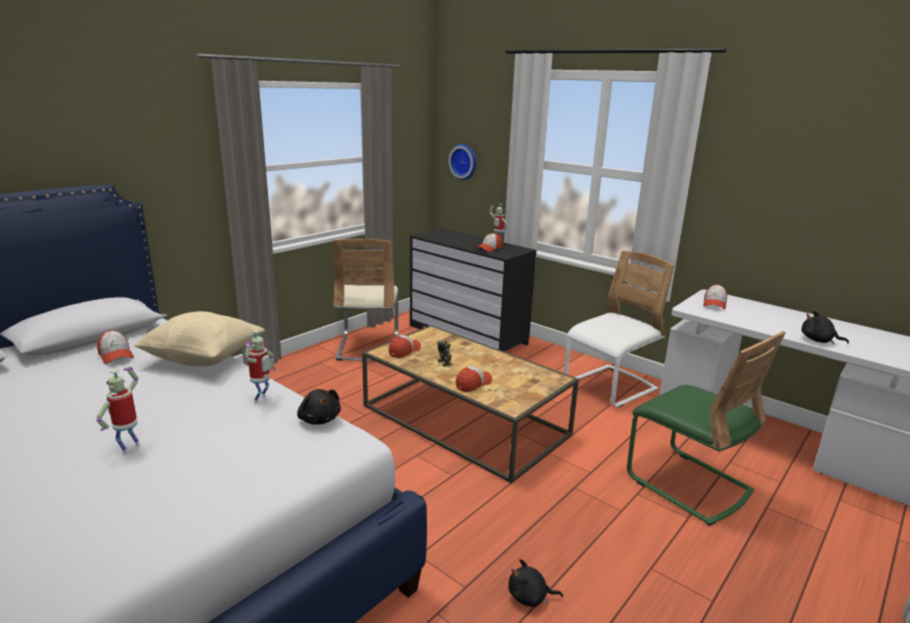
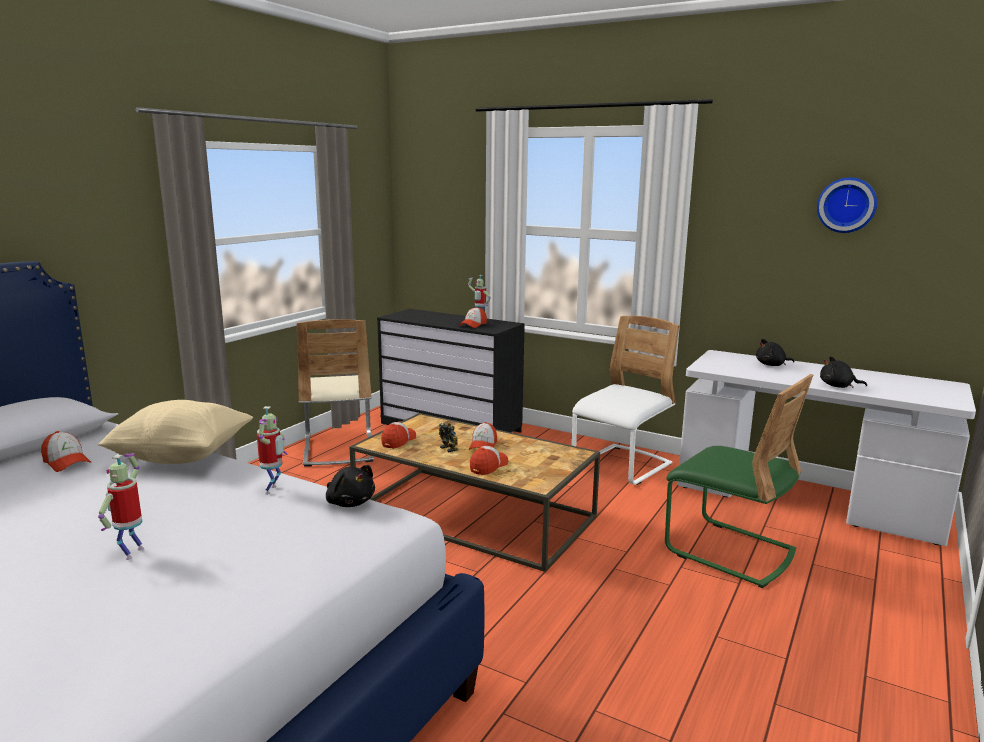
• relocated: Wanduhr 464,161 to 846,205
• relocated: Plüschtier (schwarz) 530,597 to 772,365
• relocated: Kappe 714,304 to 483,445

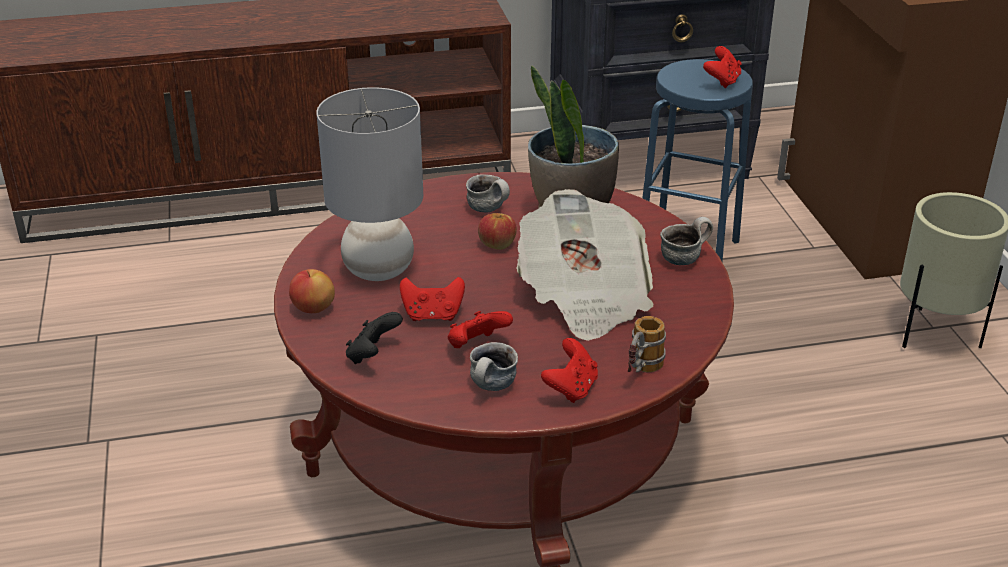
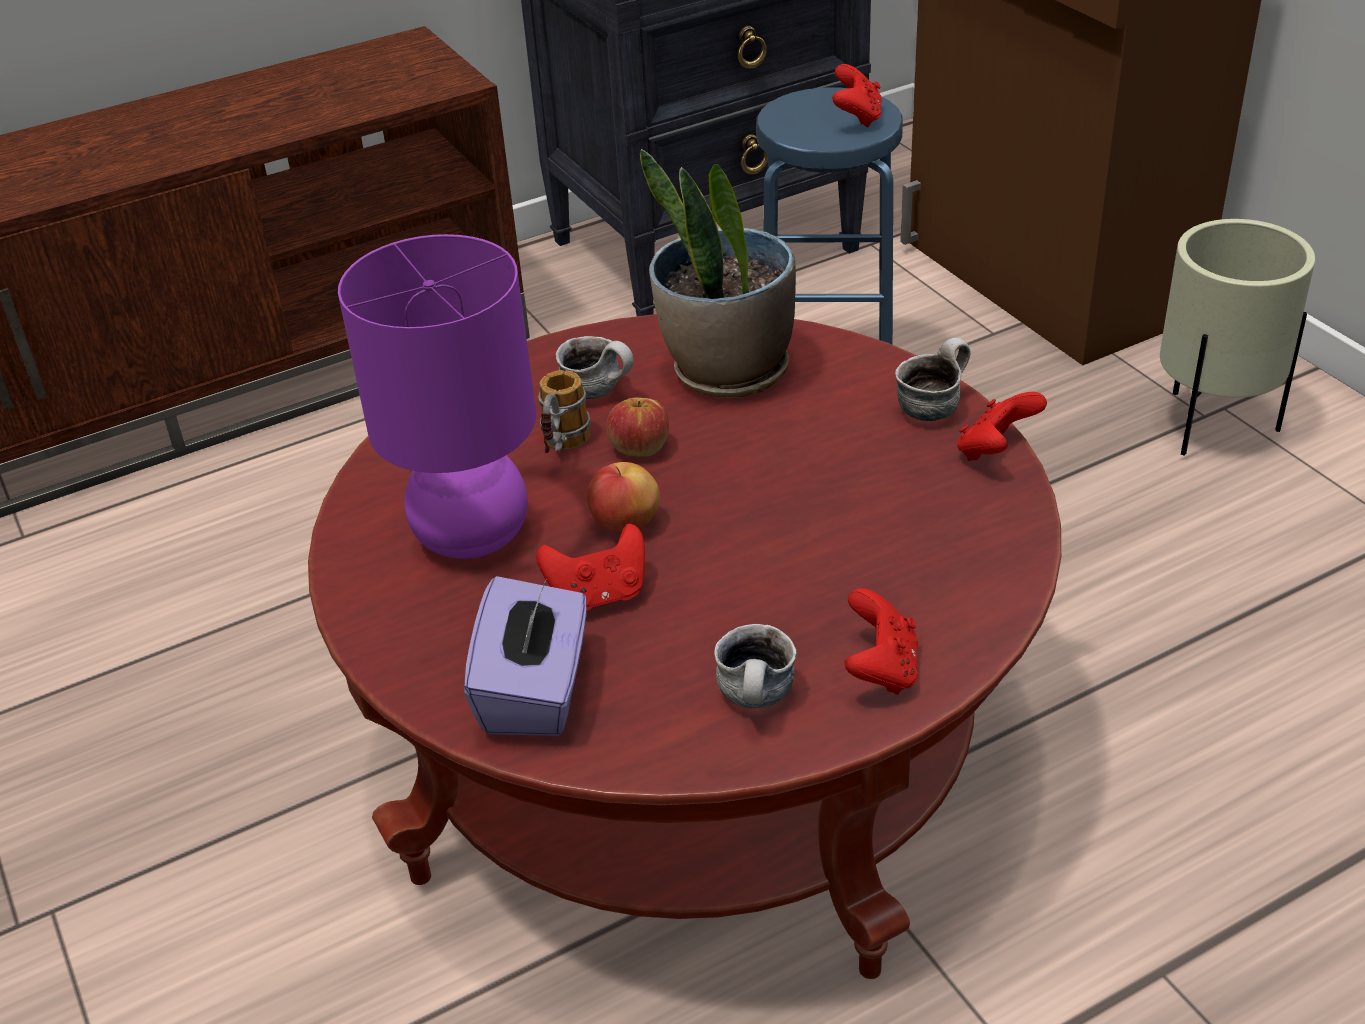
• relocated: Apfel 313,308 to 625,523
• colour: Tischlampe (grau) 379,269 to Tischlampe (lila) 472,534
• exchanged: Gamepad (schwarz) 372,355 to Taschentuchbox (lila) 535,691
• relocated: Gamepad (rot) 476,346 to 995,451
• missing: Zeitung 584,297
• relocated: Henkelbecher 641,371 to 562,449

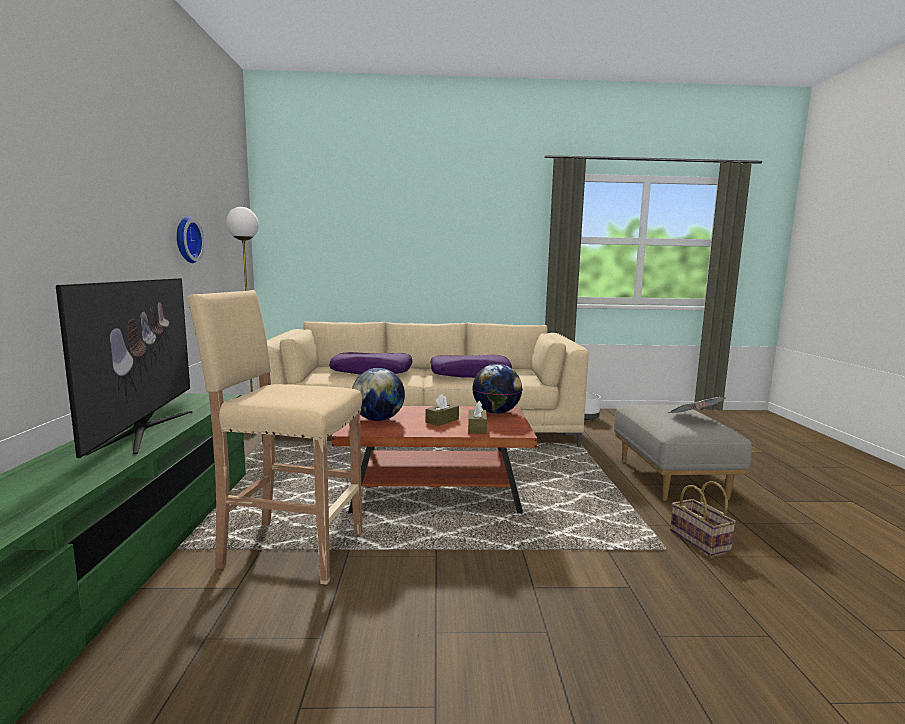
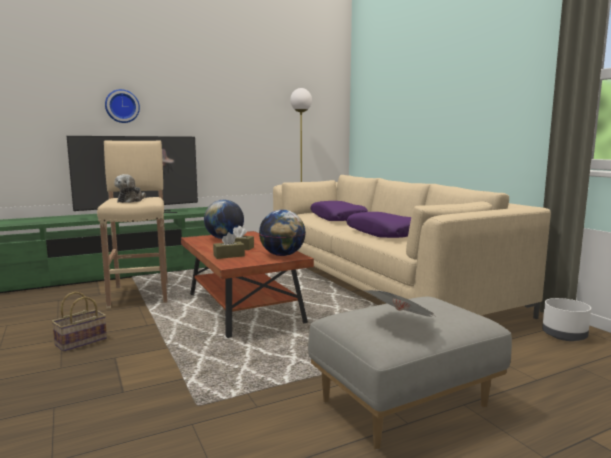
• relocated: Wanduhr 186,240 to 122,106
• relocated: Korb 701,540 to 80,342
• appeared: Plüschtier 131,201

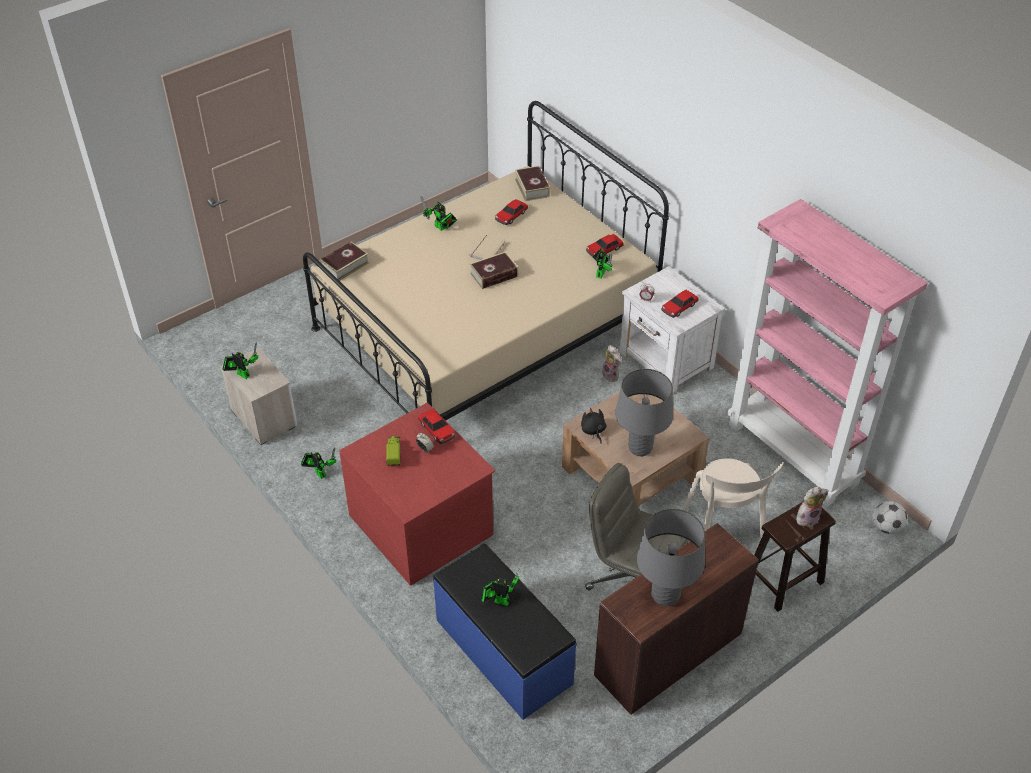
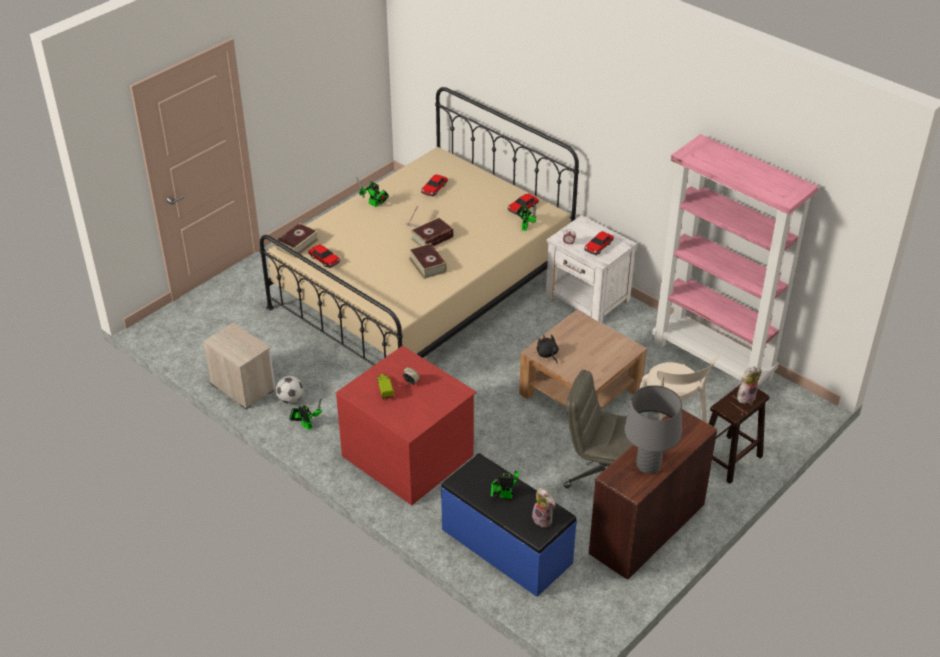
• missing: Spielzeugroboter 242,374
• relocated: Spielzeugauto 437,430 to 324,259
• relocated: Buch 532,188 to 427,265
• relocated: Plüschtier 612,375 to 544,519
• missing: Tischlampe (grau) 640,448
• relocated: Fußball 886,527 to 290,399

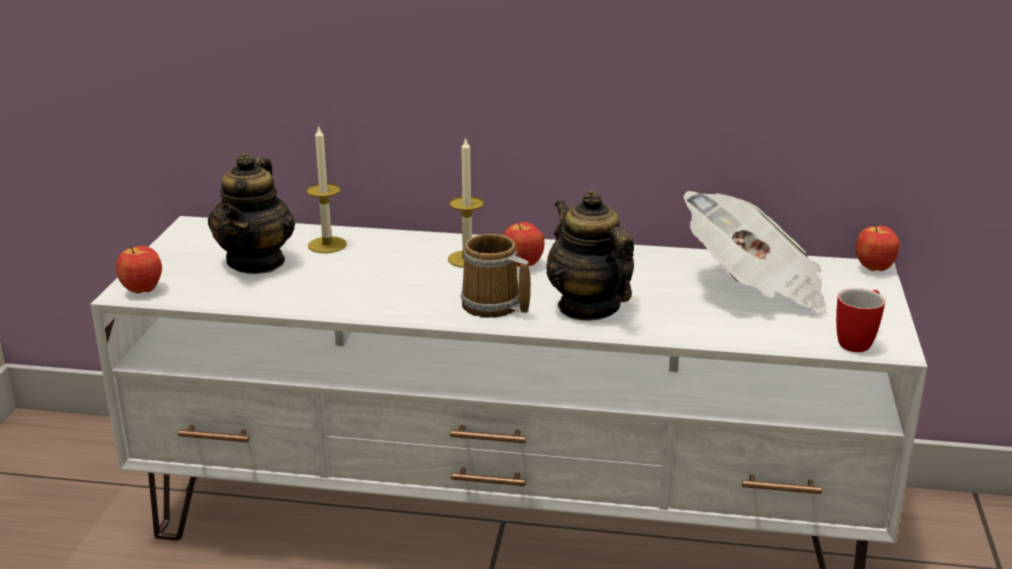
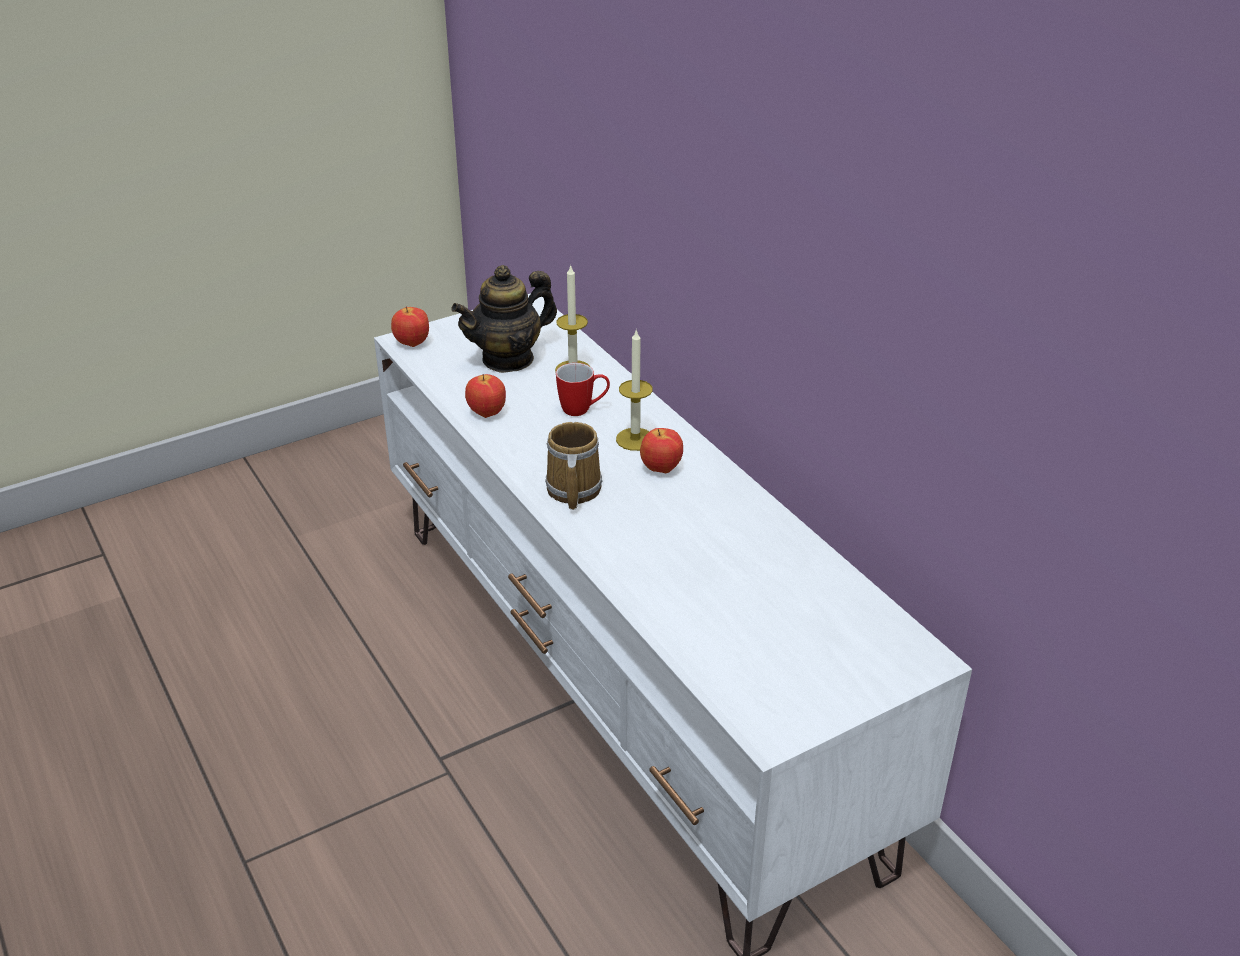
• missing: Teekanne 588,307
• missing: Zeitung 755,288
• relocated: Henkelbecher 858,342 to 583,409
• relocated: Apfel 874,269 to 486,413

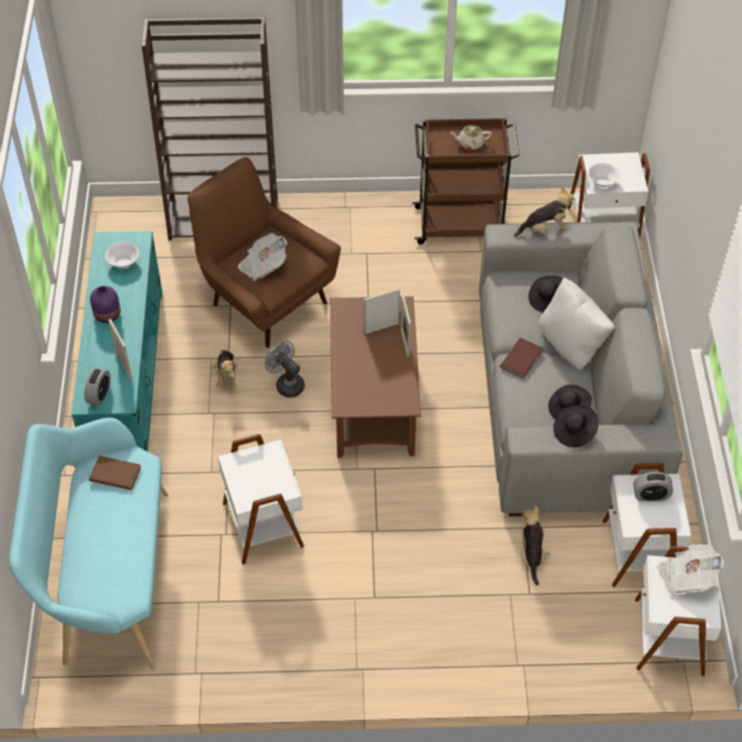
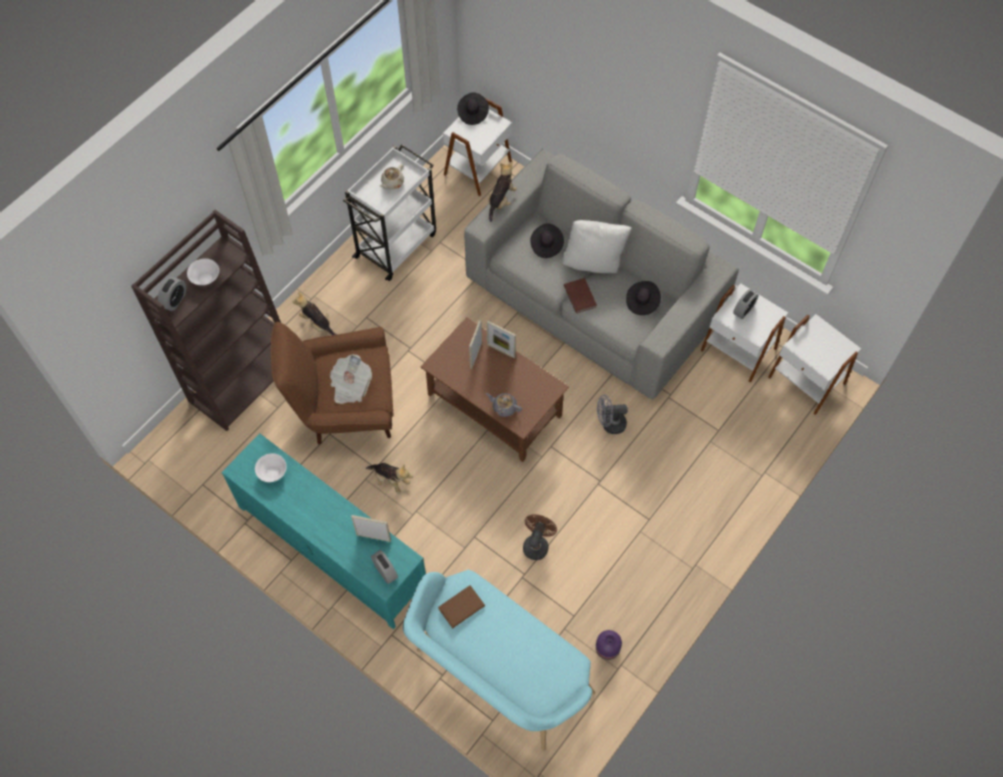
• relocated: Vase (lila) 107,315 to 608,649
• exchanged: Beistelltisch (weiß) 264,524 to Ventilator (braun) 537,544
• relocated: Ventilator (grau) 286,384 to 609,424
• colour: Rollwagen (braun) 460,224 to Rollwagen (weiß) 396,244
• relocated: Plüschtier 532,554 to 317,323
• relocated: Hut (schwarz) 574,432 to 472,114
• relocated: Schüssel (weiß) 602,182 to 205,278
• missing: Zeitung 686,576
• appeared: Wecker 175,300
• appeared: Teekanne (grau) 504,407

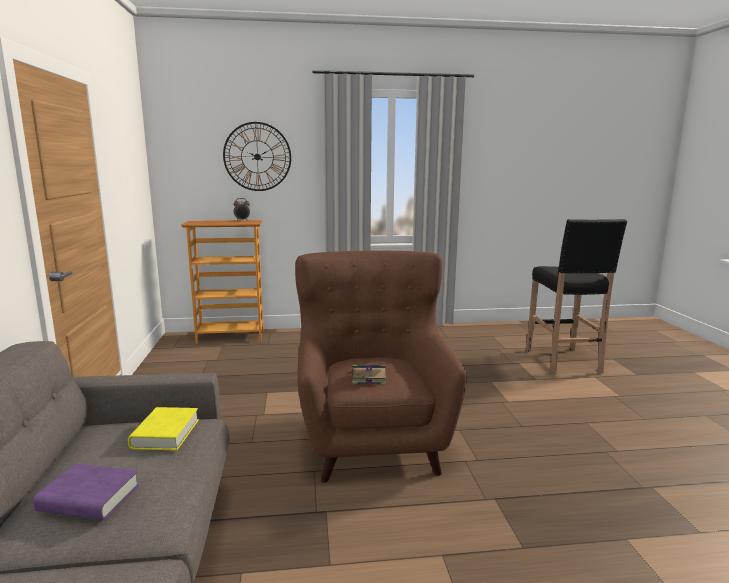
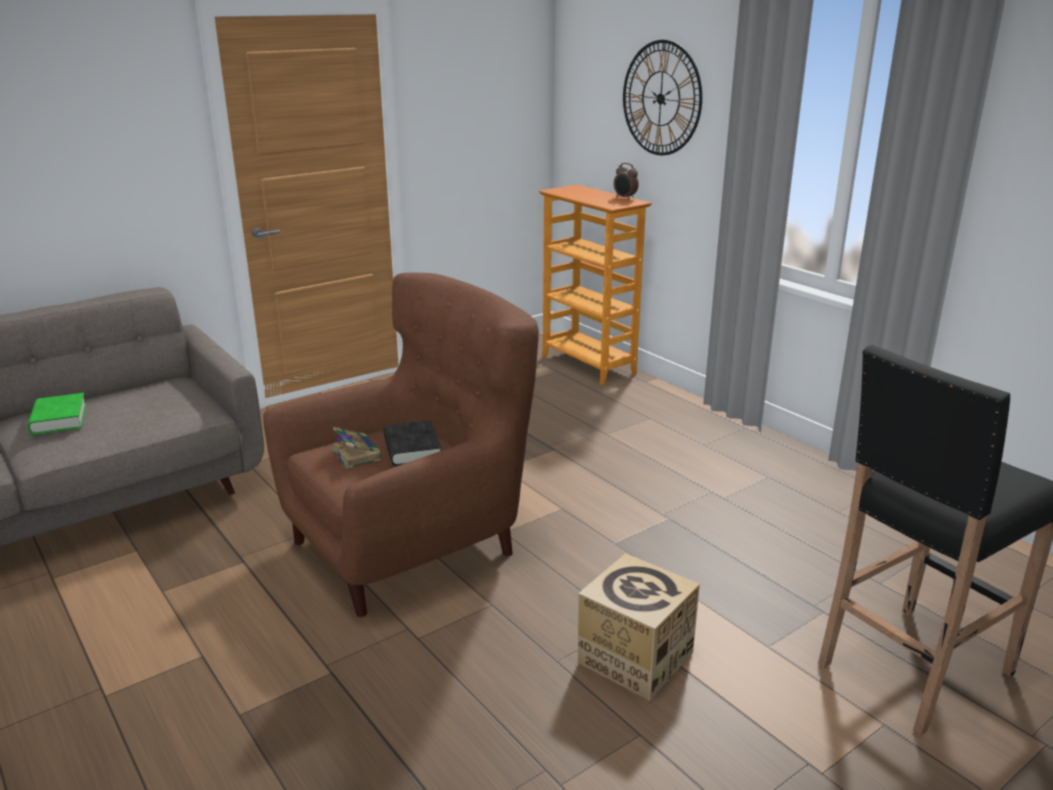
• colour: Buch (lila) 89,498 to Buch (grün) 59,419
• missing: Buch (gelb) 165,434
• appeared: Buch (schwarz) 412,449
• appeared: Karton 635,657

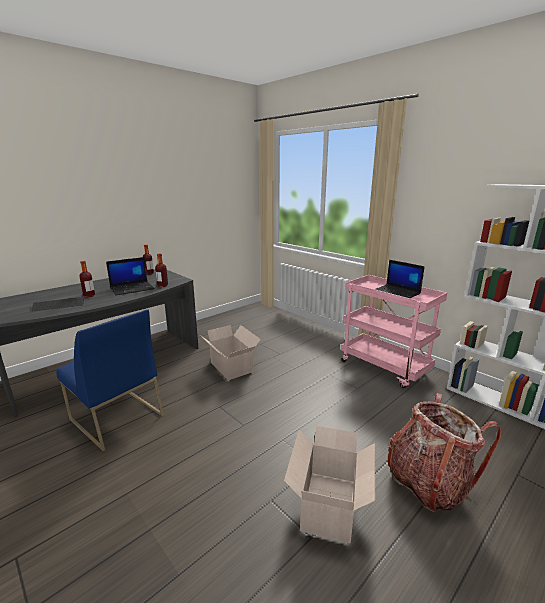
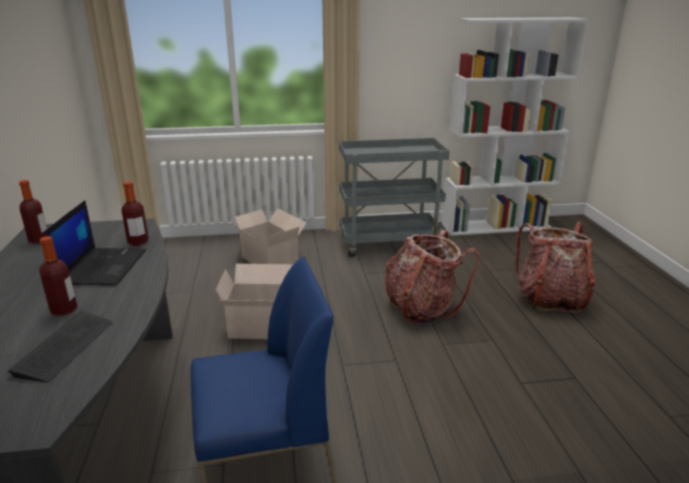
• relocated: Karton 329,503 to 269,260
• colour: Rollwagen (rosa) 385,367 to Rollwagen (grau) 389,243
• missing: Laptop 397,292
• appeared: Rucksack 422,308

